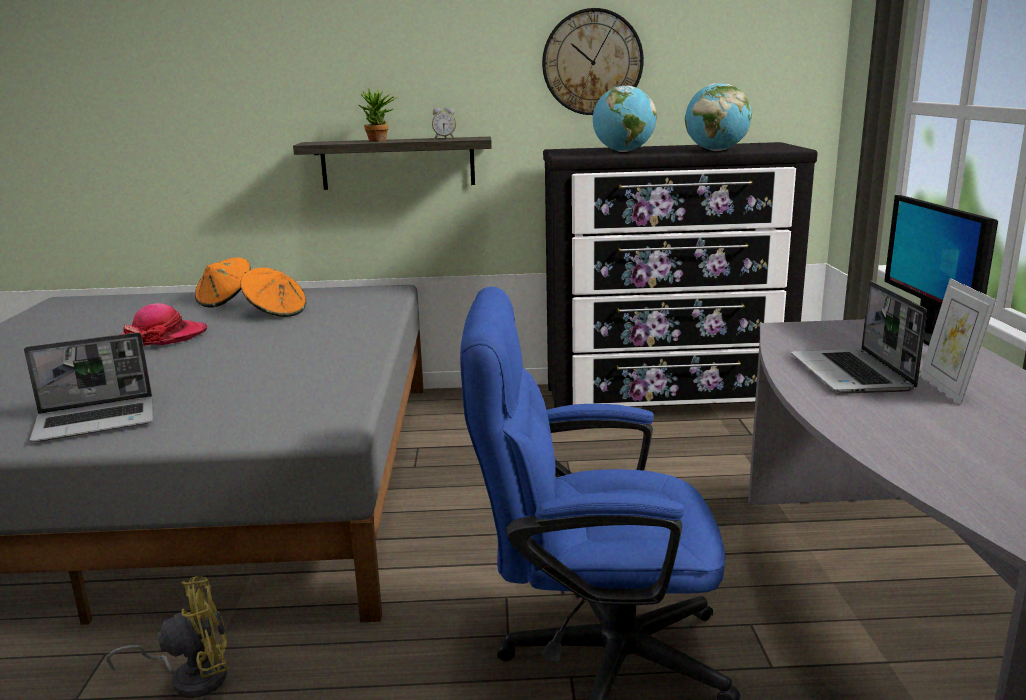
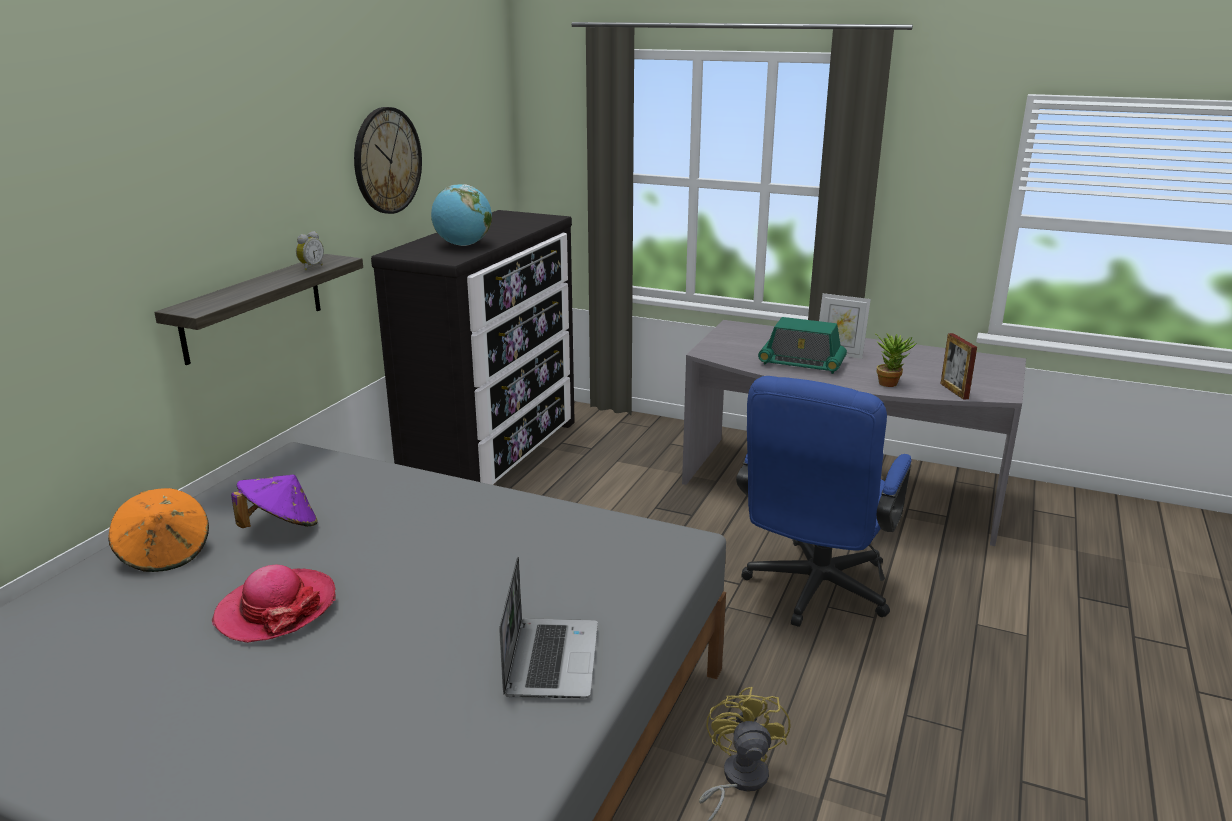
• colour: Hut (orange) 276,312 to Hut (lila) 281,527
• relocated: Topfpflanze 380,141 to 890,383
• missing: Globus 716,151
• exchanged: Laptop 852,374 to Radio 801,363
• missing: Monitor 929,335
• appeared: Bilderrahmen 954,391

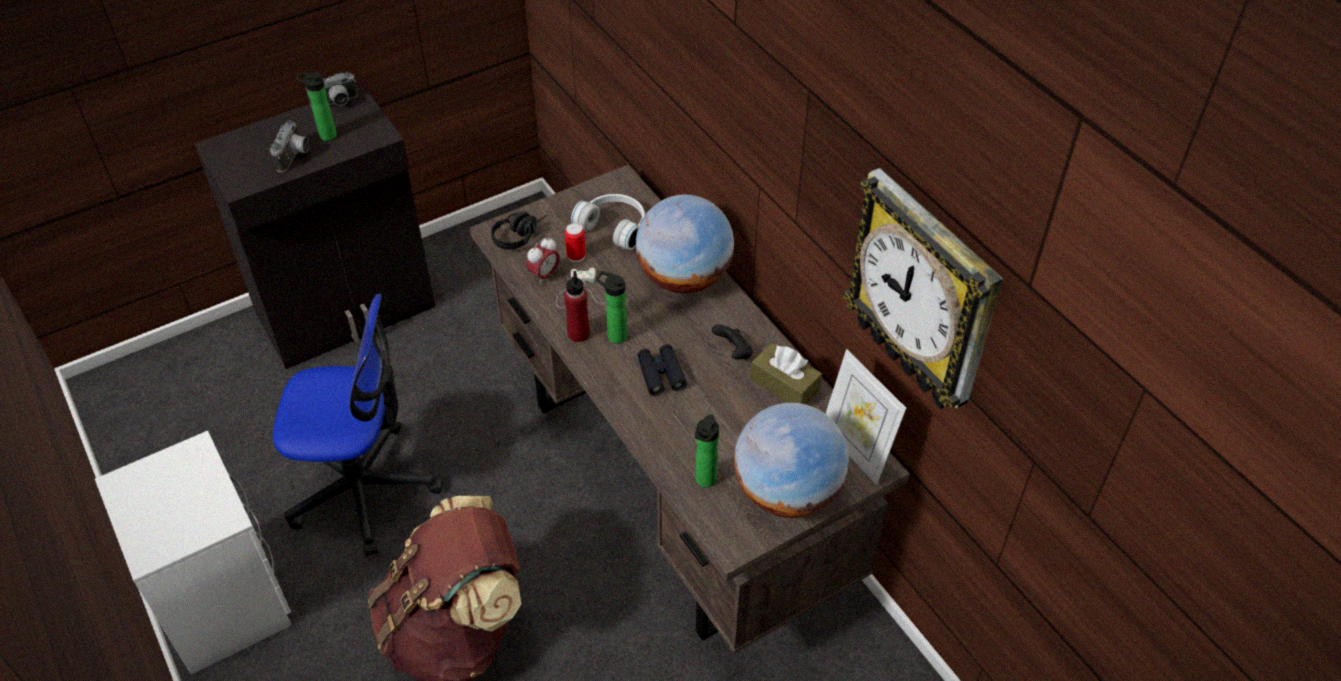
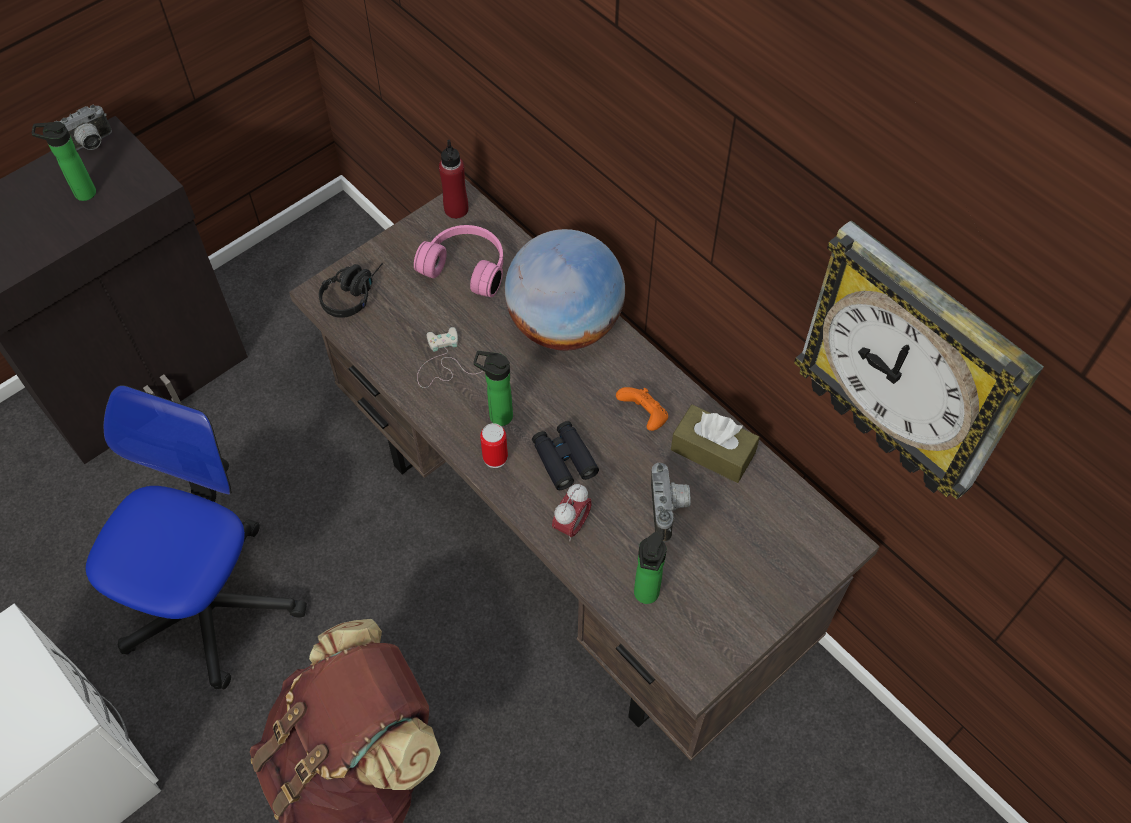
• relocated: Kamera 295,156 to 669,510
• spun: Bürostuhl 364,489 = 211,603 60 degrees counterclockwise
• relocated: Wecker 544,275 to 571,525
• relocated: Flasche (rot) 578,334 to 456,209
• relocated: Dose 576,256 to 495,457
• colour: Kopfhörer (weiß) 615,226 to Kopfhörer (rosa) 467,266
• colour: Gamepad (schwarz) 733,352 to Gamepad (orange) 643,417
• missing: Globus 787,492
• missing: Bilderrahmen 855,451

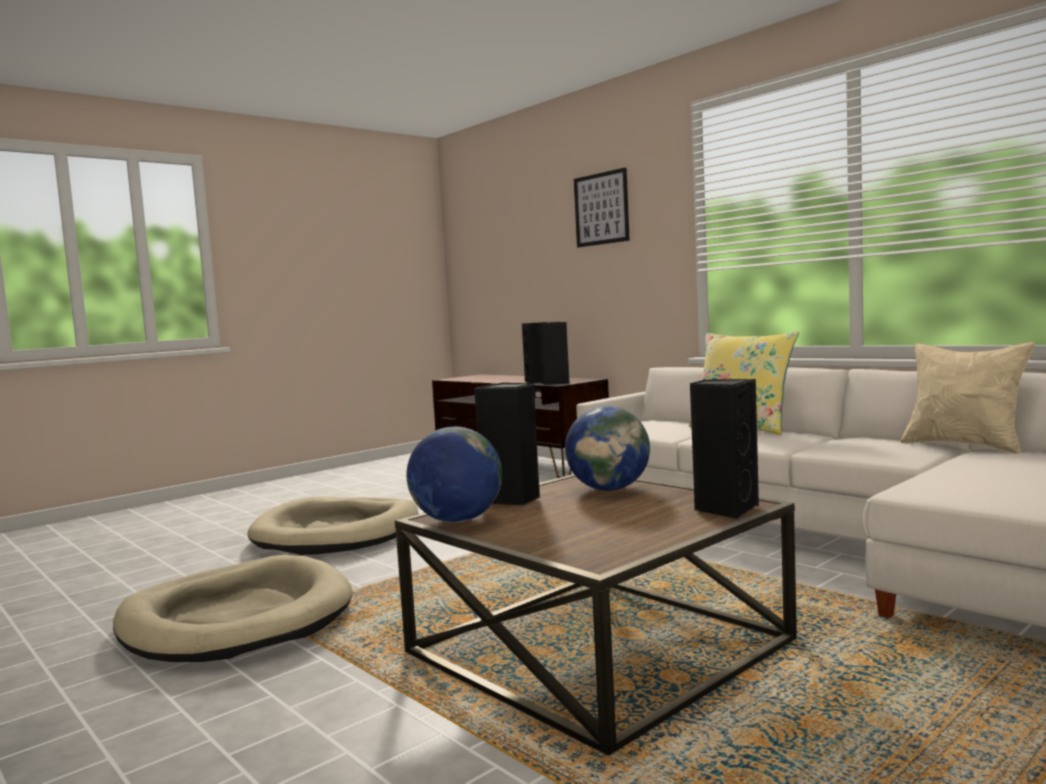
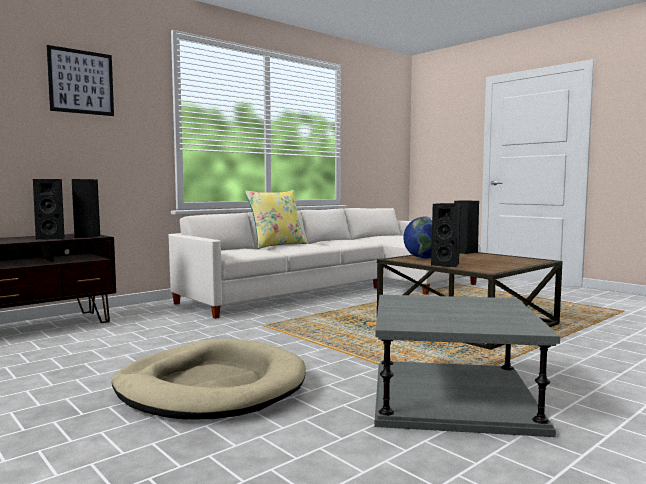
• exchanged: Hundebett (beige) 236,619 to Beistelltisch (grau) 452,397
• missing: Globus 457,520
• missing: Kissen (beige) 964,446

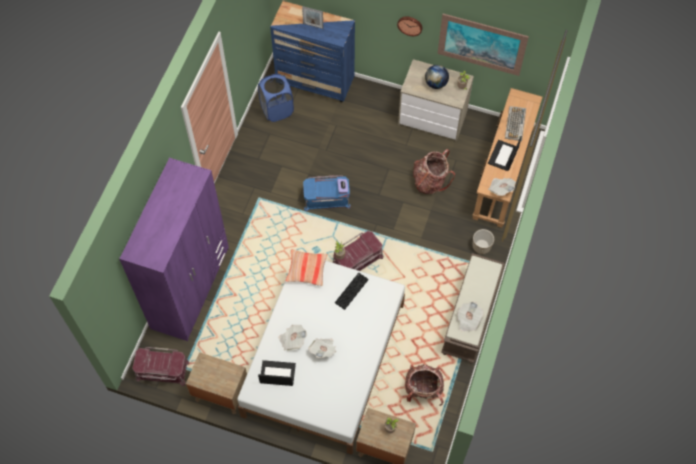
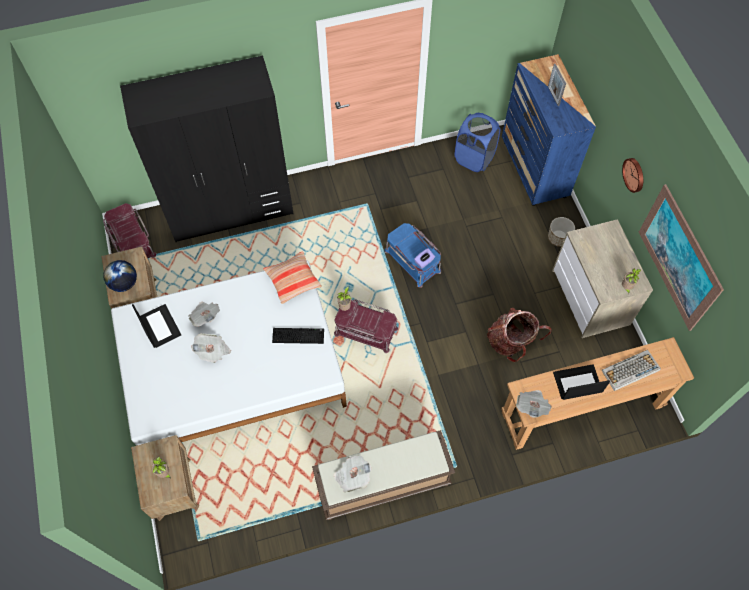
• colour: Kleiderschrank (lila) 191,288 to Kleiderschrank (schwarz) 231,210
• missing: Rucksack 423,390
• relocated: Globus 436,84 to 124,283
• relocated: Pflanzkübel 481,246 to 558,238

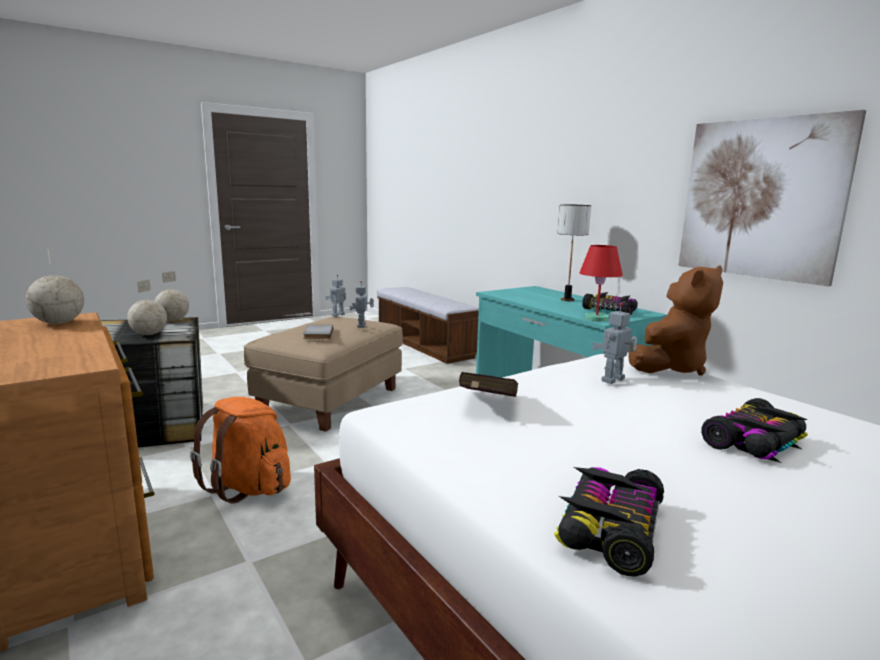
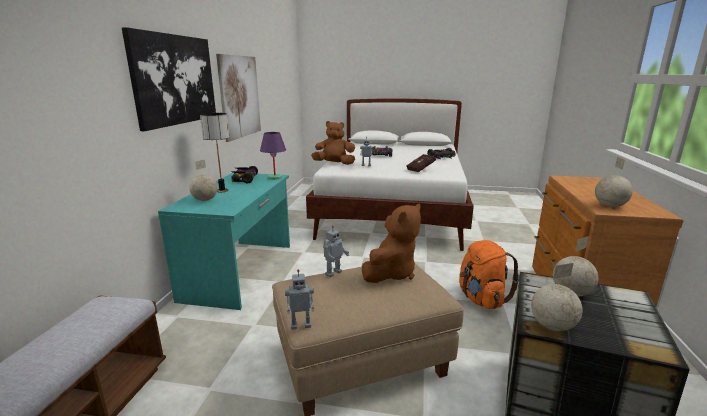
• exchanged: Buch (grau) 317,334 to Plüschtier (braun) 391,273
• colour: Tischlampe (rot) 596,318 to Tischlampe (lila) 275,178
• appeared: Bild 175,80
• appeared: Globus 205,200

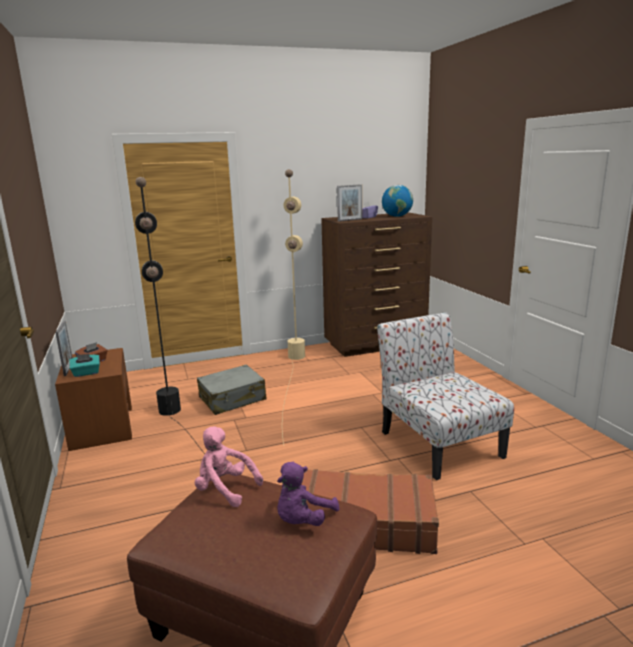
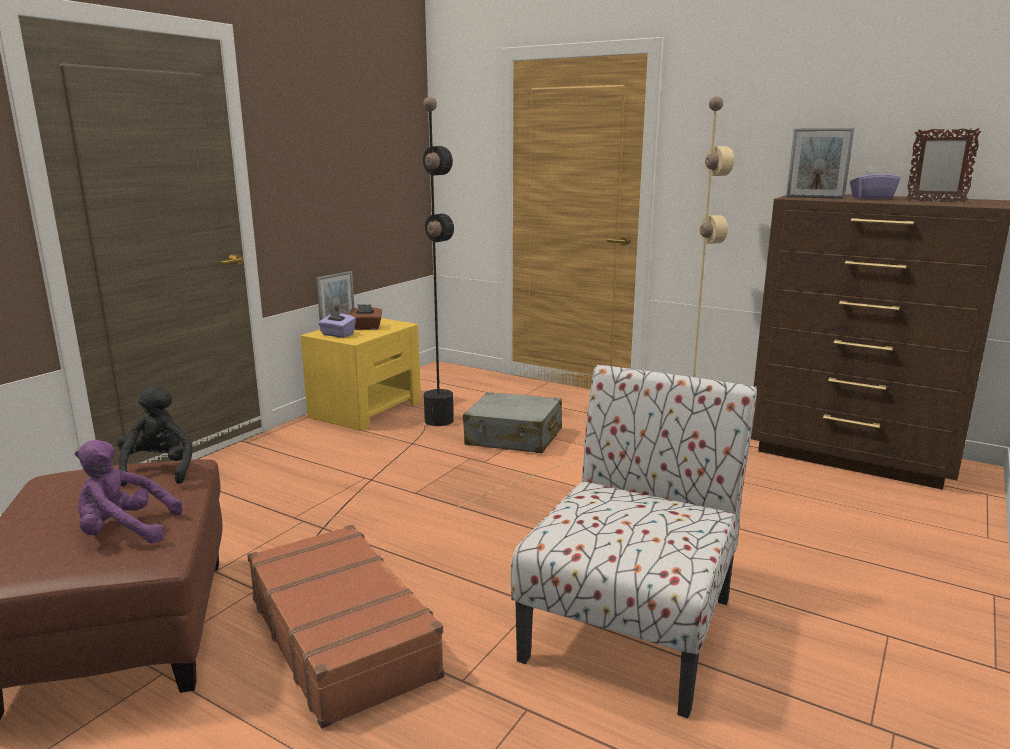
• colour: Nachttisch (braun) 102,426 to Nachttisch (gelb) 366,409
• colour: Taschentuchbox (türkis) 86,373 to Taschentuchbox (lila) 337,335
• colour: Plüschtier (rosa) 225,489 to Plüschtier (schwarz) 159,470
• exchanged: Globus 397,216 to Bilderrahmen 935,202

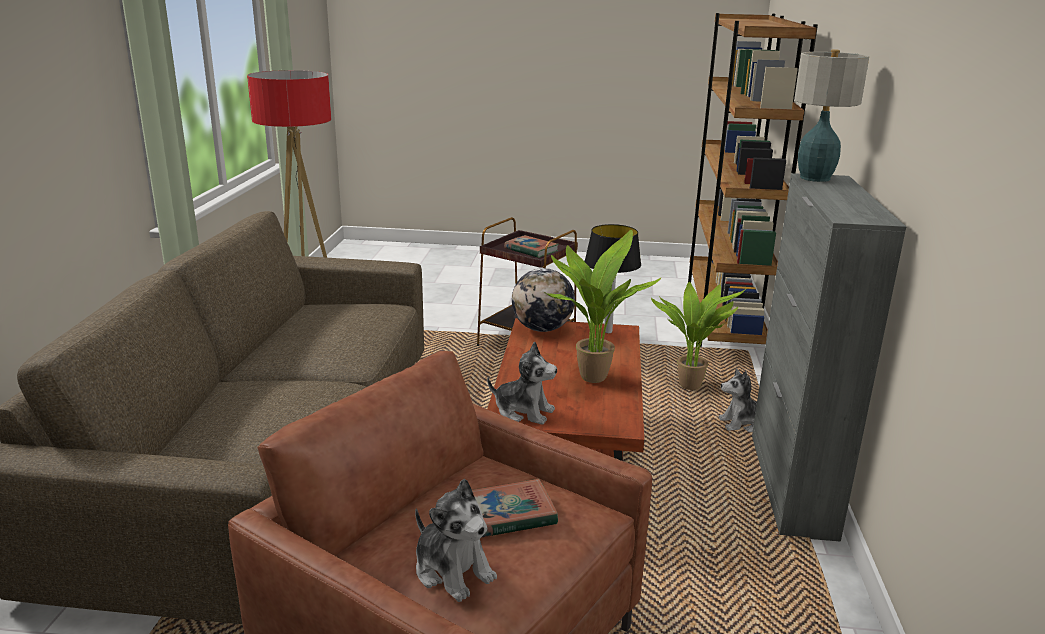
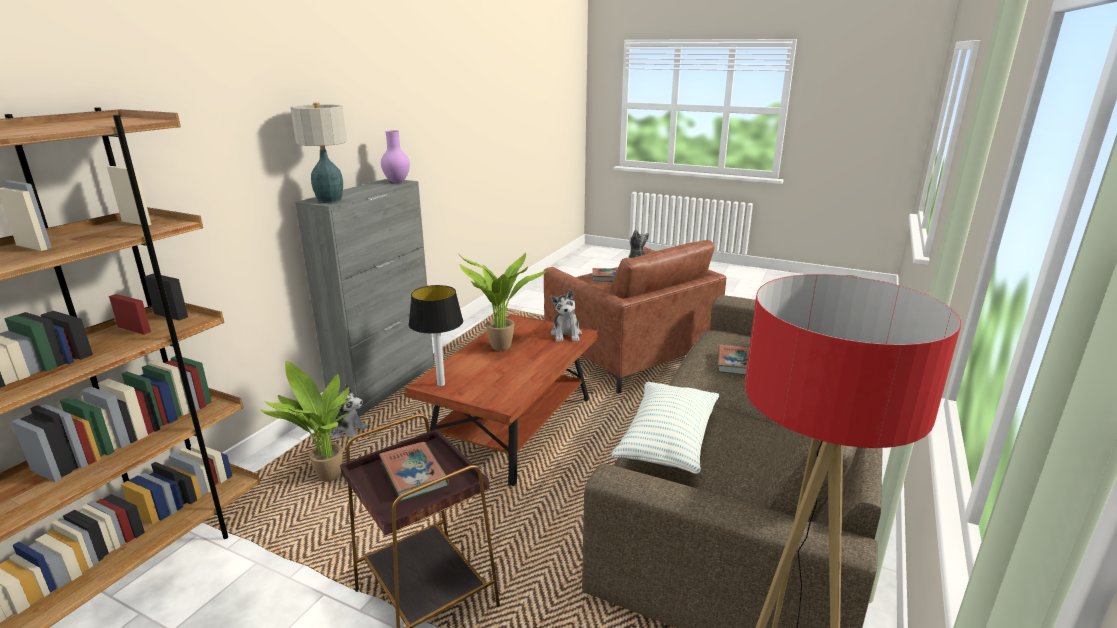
• spun: Plüschtier 524,412 = 566,334 135 degrees counterclockwise
• missing: Globus 542,329
• appeared: Vase (lila) 397,182
• appeared: Kissen 667,441
• appeared: Buch 734,363

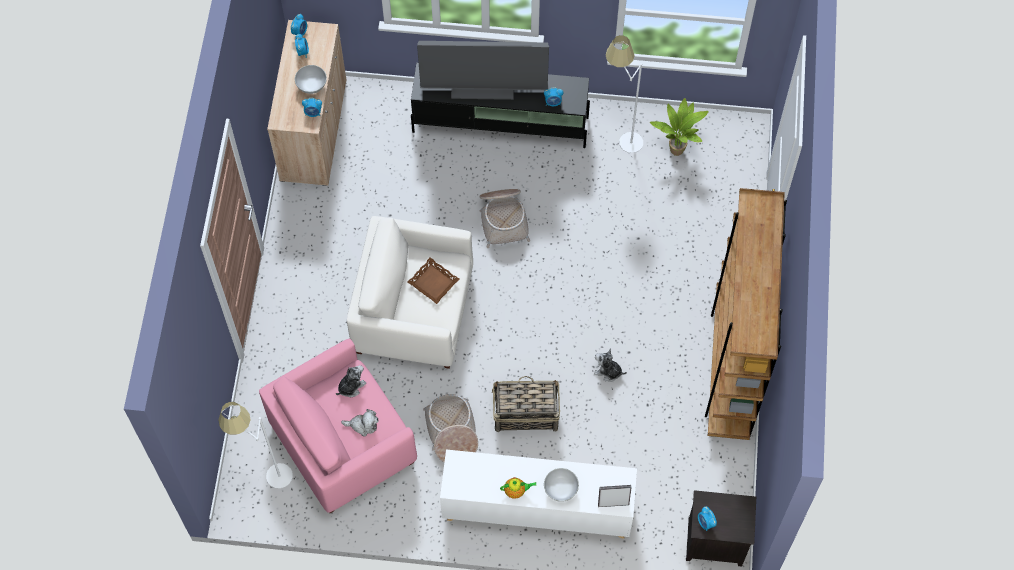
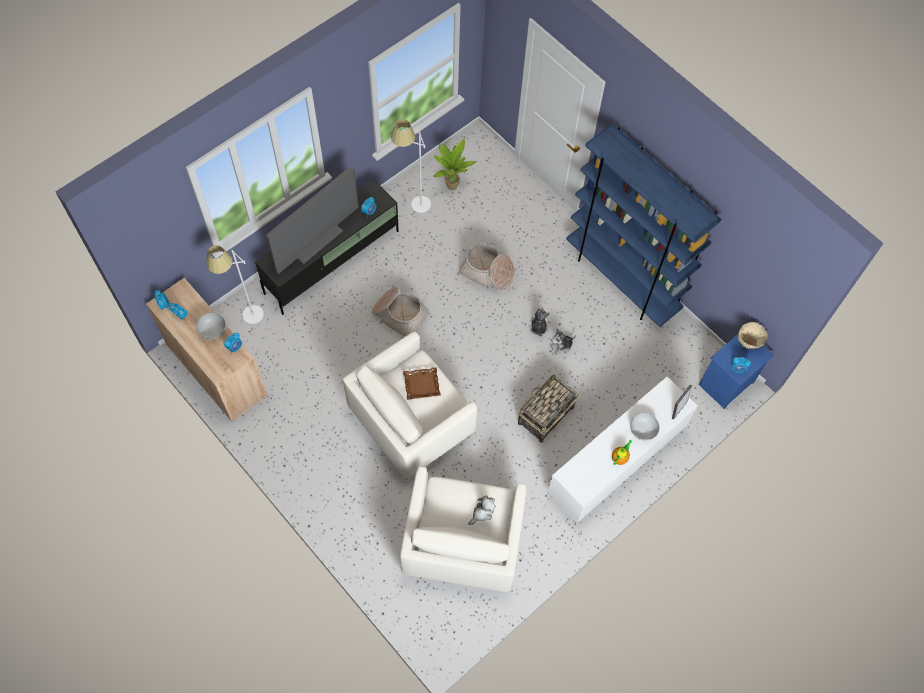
• relocated: Stehlampe (weiß) 267,479 to 247,322
• colour: Sessel (rosa) 343,443 to Sessel (weiß) 462,541
• relocated: Plüschtier 351,386 to 538,327
• relocated: Korb 452,432 to 487,272
• colour: Nachttisch (schwarz) 714,543 to Nachttisch (blau) 726,384
• colour: Bücherregal (braun) 731,368 to Bücherregal (blau) 622,280
• appeared: Schüssel (beige) 747,343

